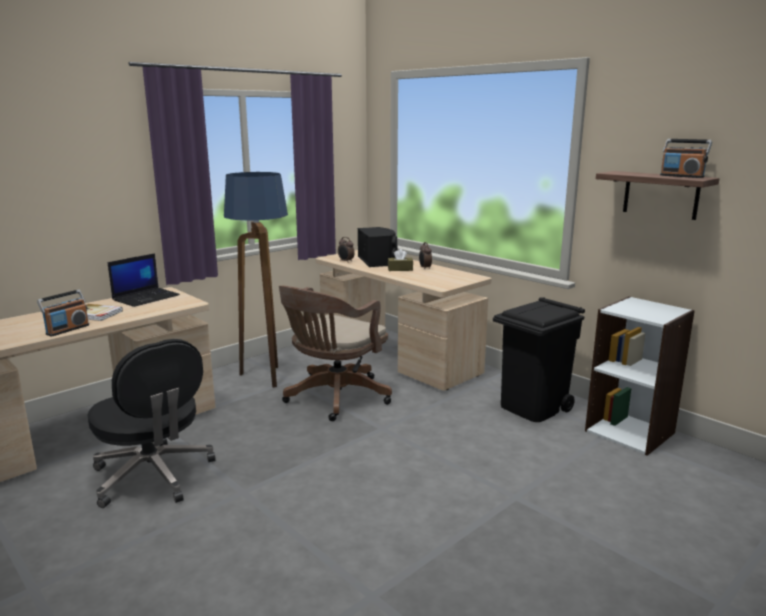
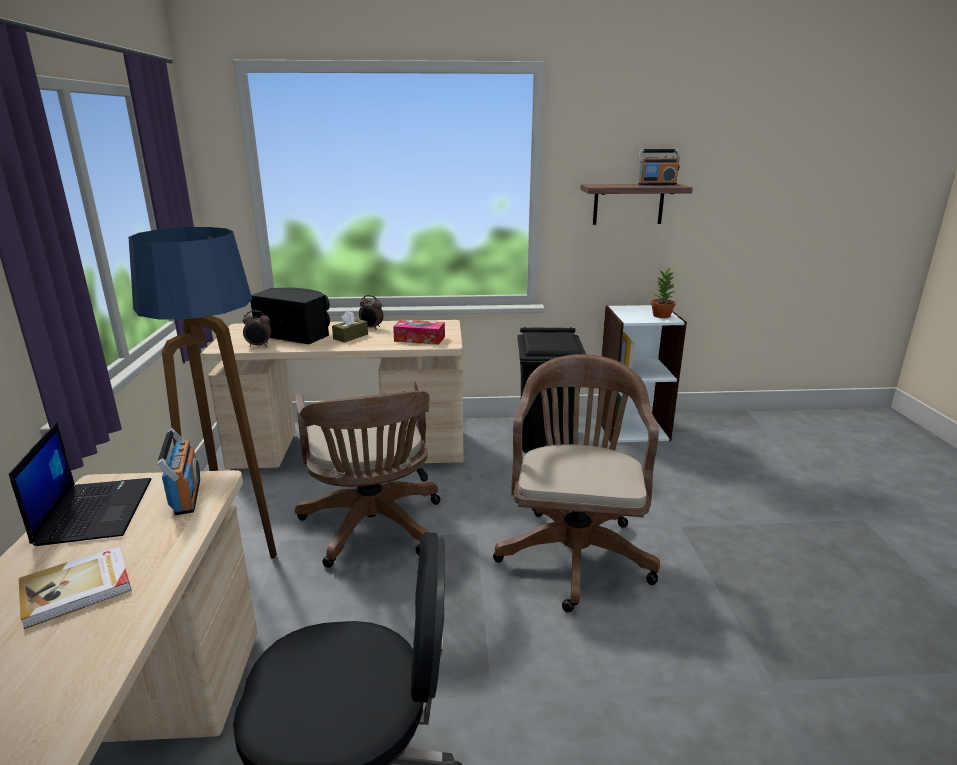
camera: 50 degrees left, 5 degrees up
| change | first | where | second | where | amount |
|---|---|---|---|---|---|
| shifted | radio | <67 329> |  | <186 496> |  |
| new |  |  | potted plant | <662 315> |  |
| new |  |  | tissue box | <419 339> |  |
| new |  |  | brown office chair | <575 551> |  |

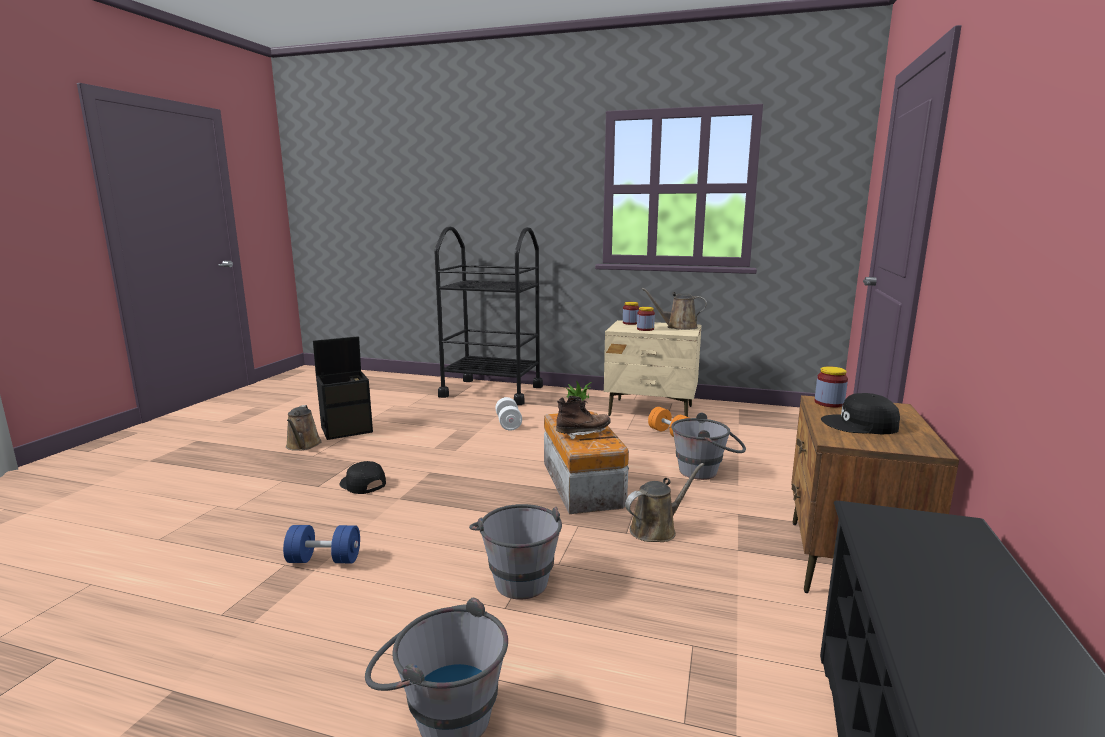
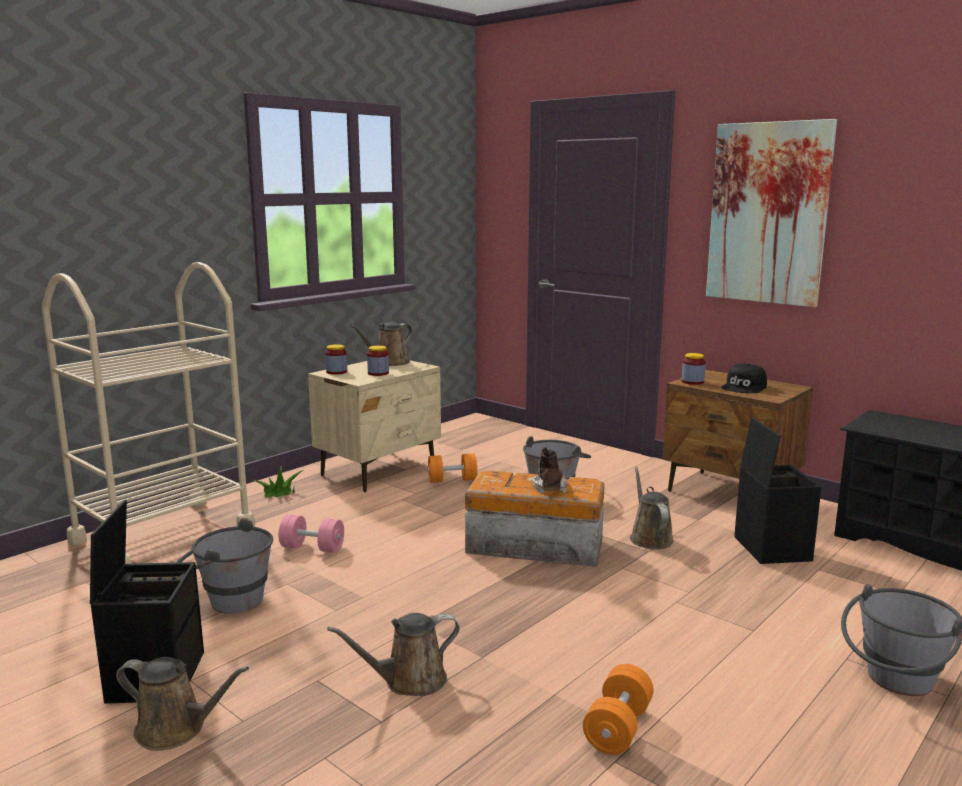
camera: 65 degrees left, 0 degrees up
| change | first | where | second | where | amount |
|---|---|---|---|---|---|
| repainted | black cart | <492 391> | beige cart | <163 535> |  |
| repainted | white dumbbell | <508 423> | pink dumbbell | <312 548> |  |
| swapped | black cap | <362 484> | brown watering can | <409 681> |  |
| shifted | grey bucket | <518 576> |  | <226 600> |  |
| repainted | blue dumbbell | <324 560> | orange dumbbell | <618 728> |  |
| new |  |  | picture | <768 213> |  |
| new |  |  | black storage box | <770 548> |  |

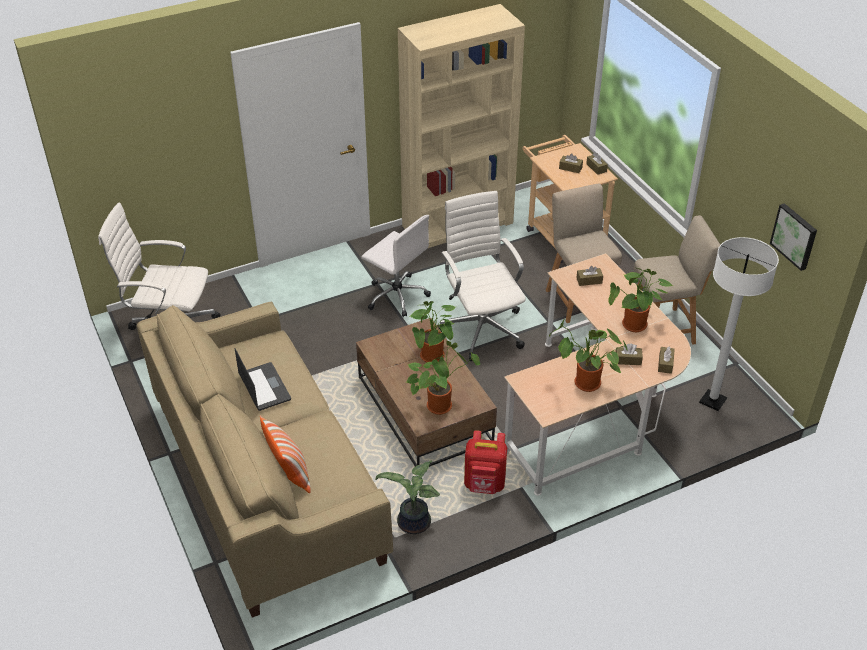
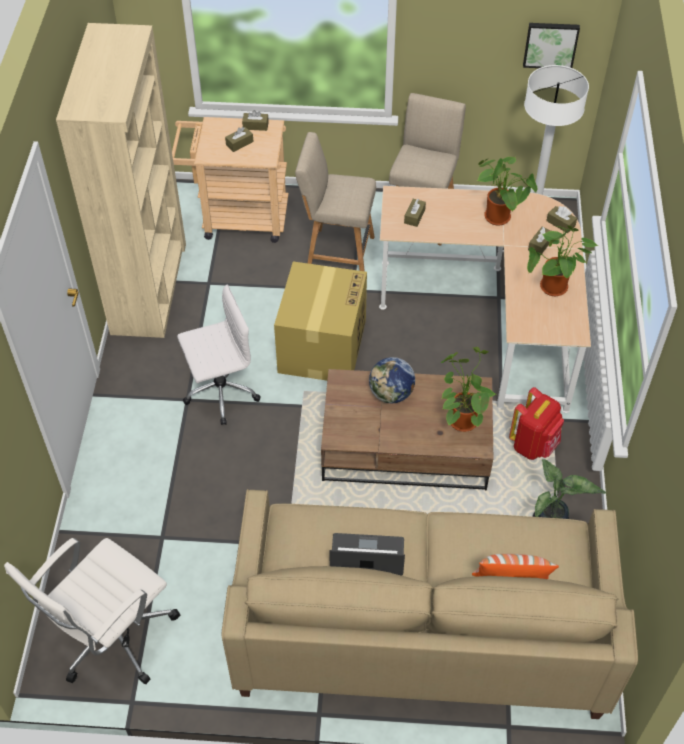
camera: 60 degrees left, 10 degrees up
| change | first | where | second | where | amount |
|---|---|---|---|---|---|
| swapped | white office chair | <481 327> | cardboard box | <322 345> |  |
| swapped | potted plant | <433 358> | globe | <391 394> |  |

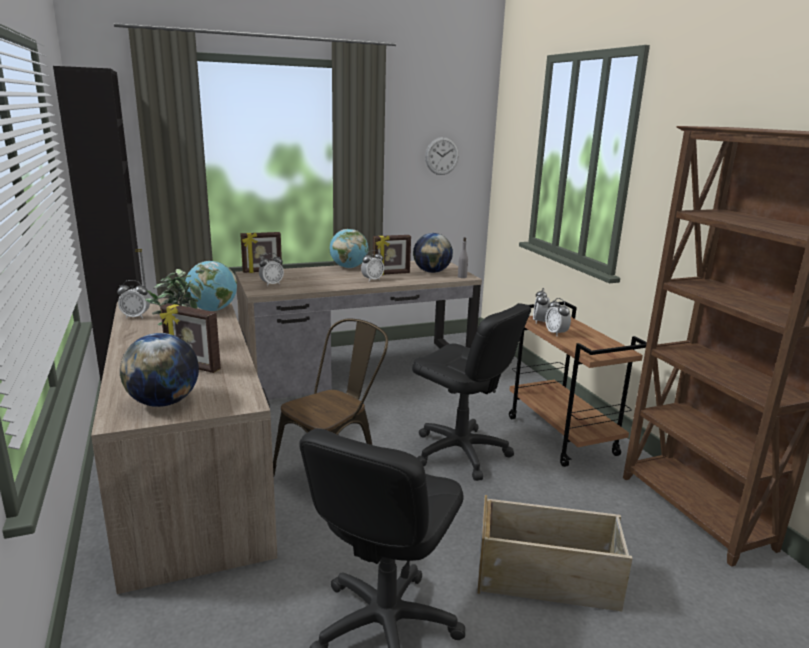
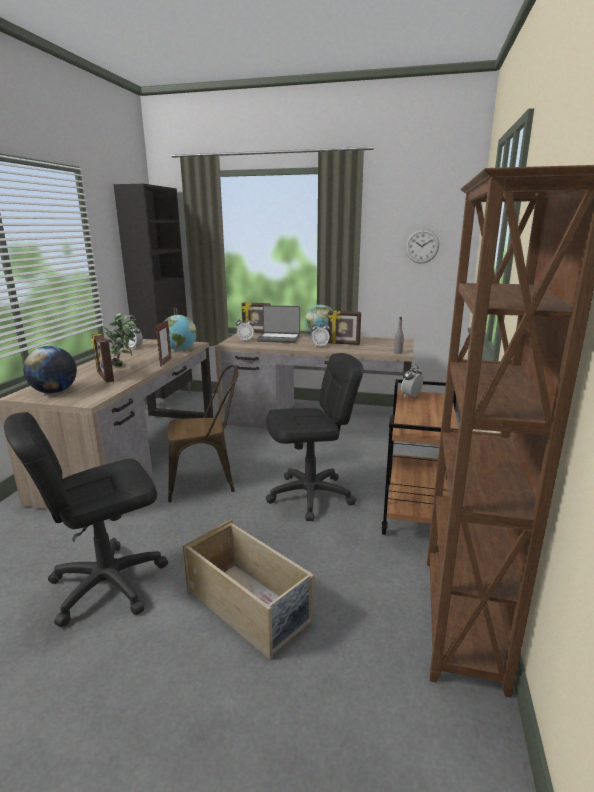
camera: 35 degrees right, 0 degrees up
| change | first | where | second | where | amount |
|---|---|---|---|---|---|
| gone | globe | <432 272> |  |  |  |
| gone | alarm clock | <556 333> |  |  |  |
| rotated | black office chair | <460 452> |  | <311 496> | 90 degrees counterclockwise |
| new |  |  | laptop | <279 339> |  |
| new |  |  | picture frame | <165 363> |  |

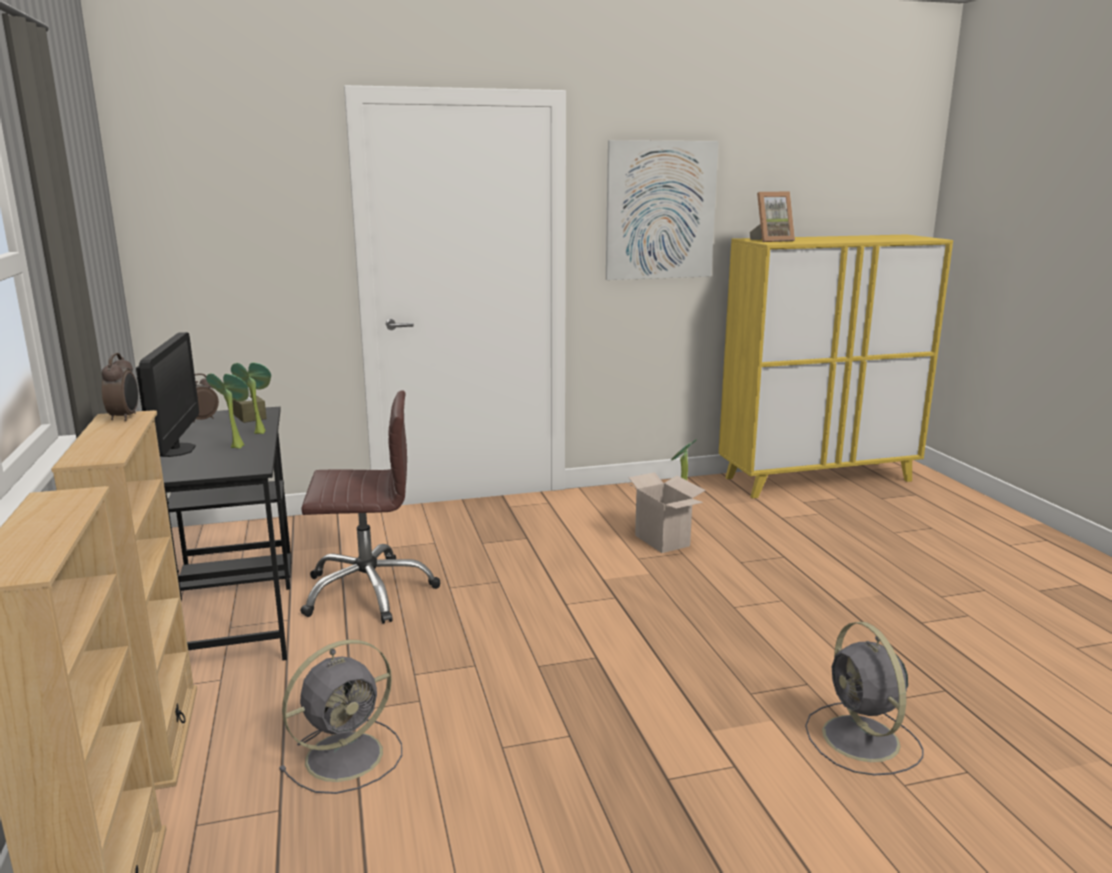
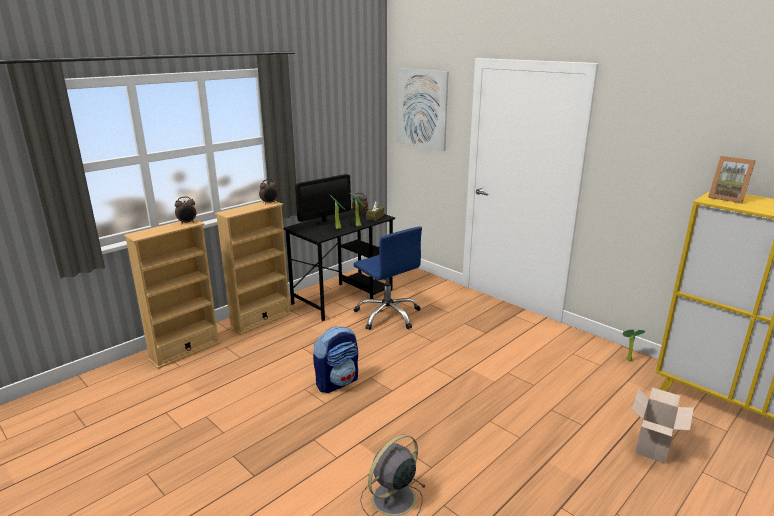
camera: 60 degrees right, 5 degrees up
| change | first | where | second | where | amount |
|---|---|---|---|---|---|
| shifted | picture | <660 210> |  | <421 109> |  |
| repainted | brown office chair | <368 591> | blue office chair | <388 315> |  |
| shifted | cardboard box | <664 541> |  | <654 448> |  |
| gone | grey fan | <347 755> |  |  |  |
| new |  |  | alarm clock | <187 223> |  |
| new |  |  | backpack | <337 382> |  |

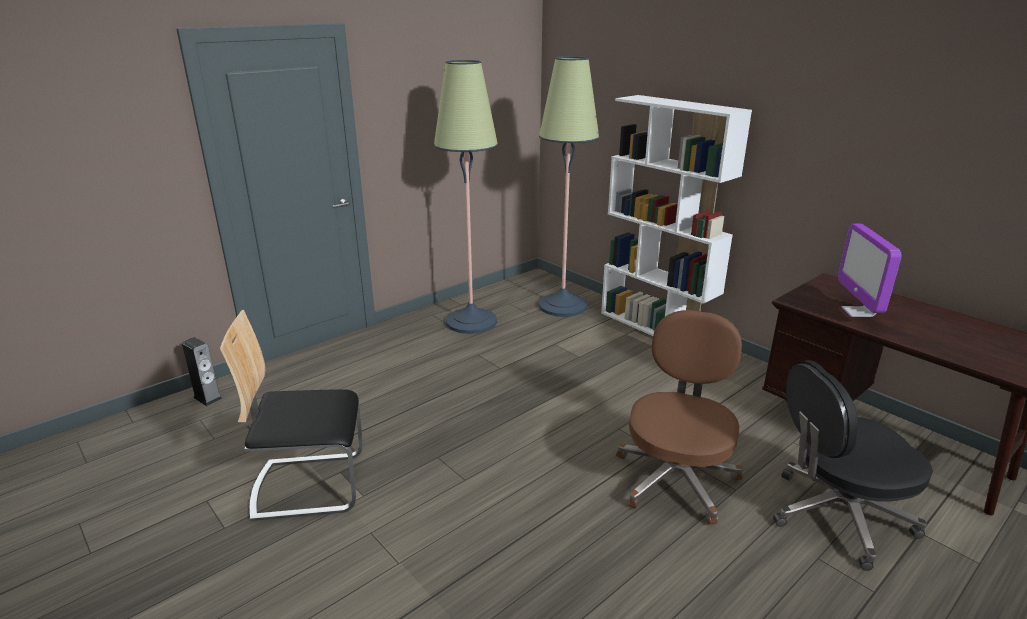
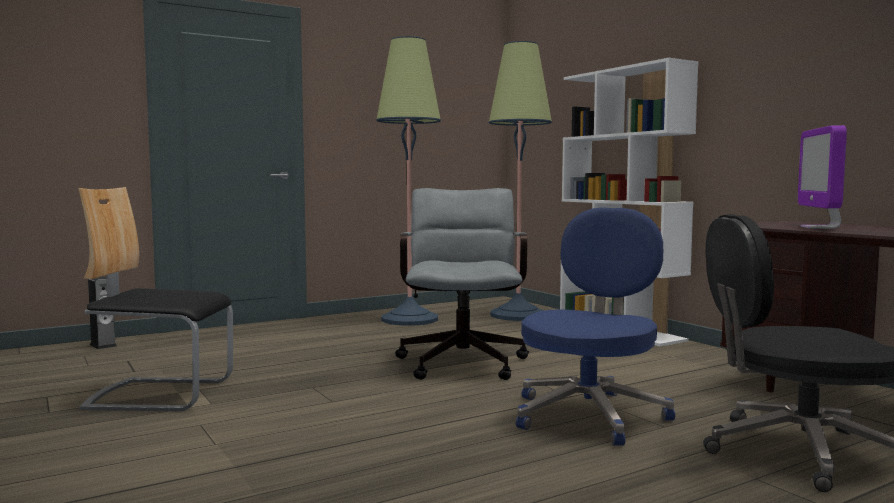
camera: 10 degrees right, 20 degrees down
| change | first | where | second | where | amount |
|---|---|---|---|---|---|
| repainted | brown office chair | <676 477> | blue office chair | <590 414> |  |
| new |  |  | grey office chair | <463 361> |  |

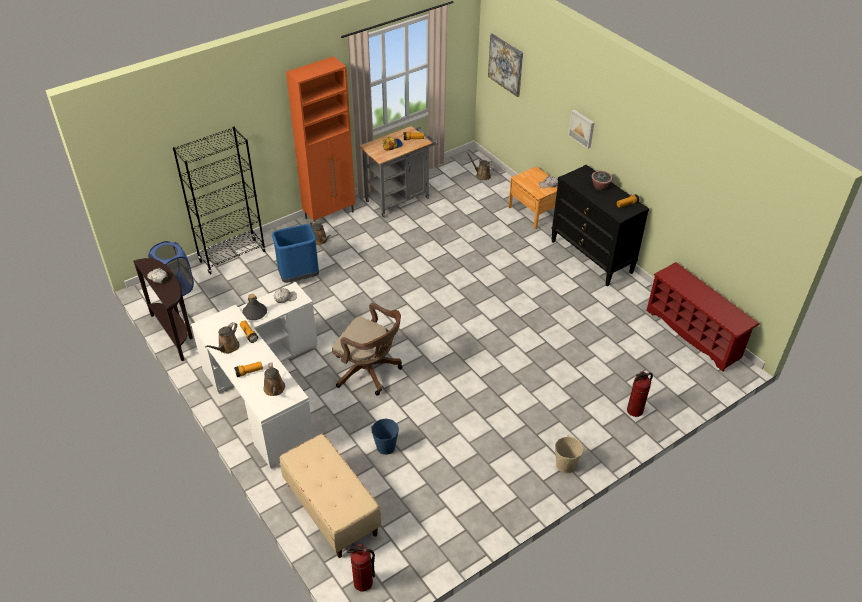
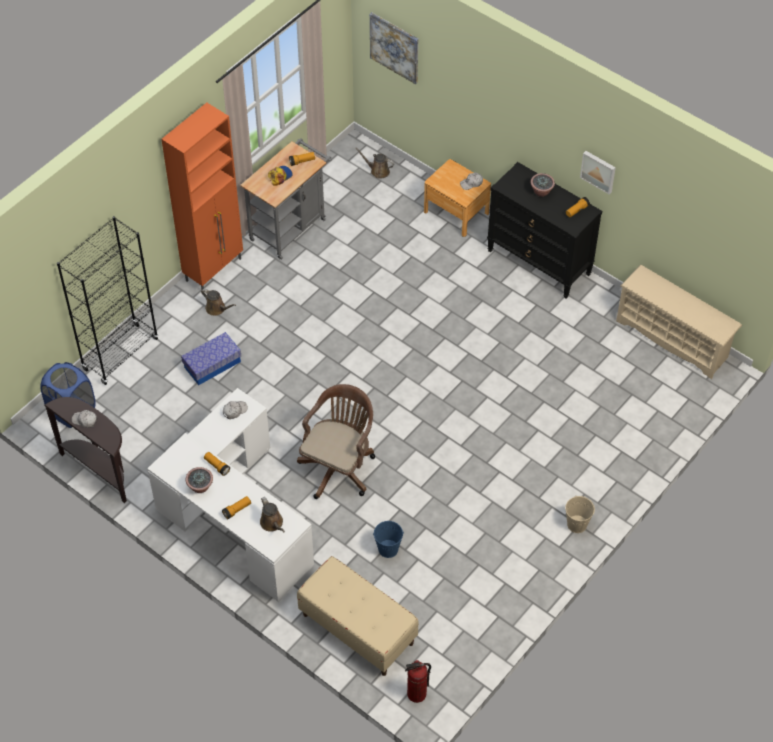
camera: 15 degrees left, 10 degrees up
| change | first | where | second | where | amount |
|---|---|---|---|---|---|
| shifted | picture | <582 128> |  | <598 171> |  |
| swapped | blue trash can | <299 277> | storage box | <212 364> |  |
| repainted | red shoe rack | <694 334> | beige shoe rack | <673 339> |  |
| gone | grey bottle | <254 313> |  |  |  |
| rotated | brown office chair | <369 371> |  | <339 466> | 75 degrees counterclockwise |
| swapped | brown watering can | <227 347> | potted plant | <200 487> |  |
| gone | fire extinguisher | <635 410> |  |  |  |

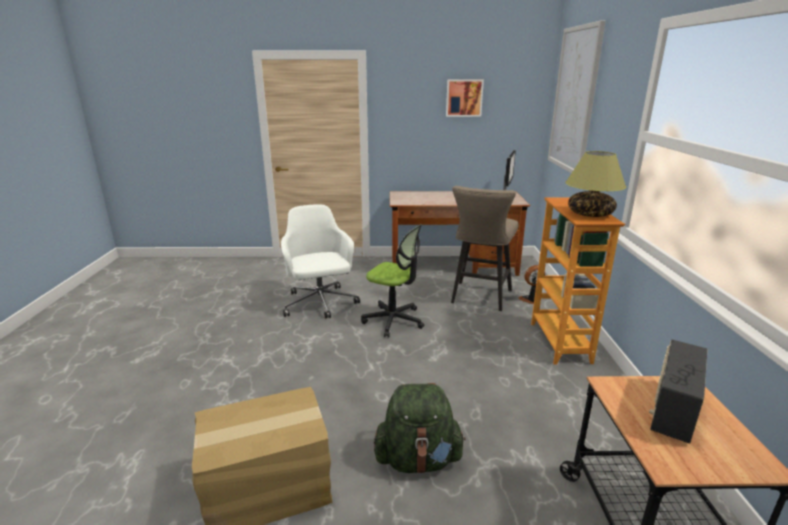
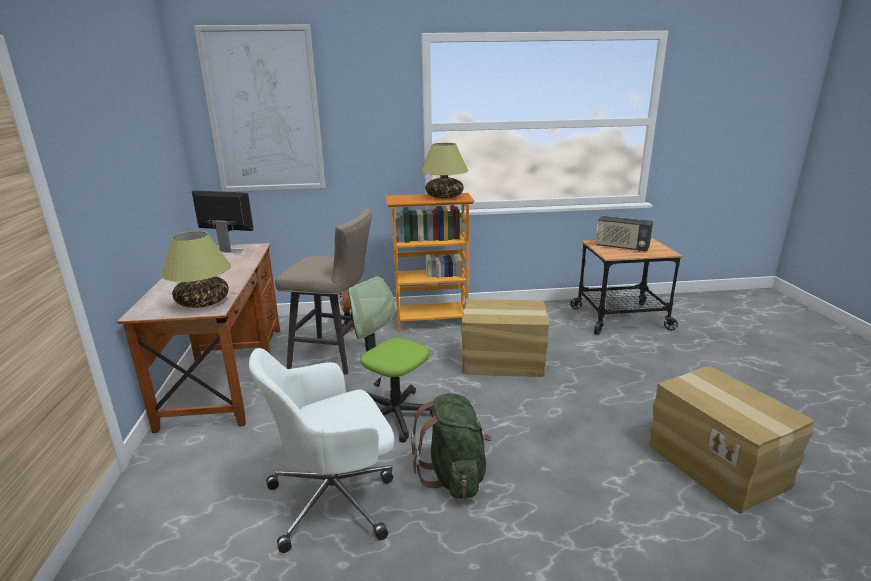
camera: 95 degrees left, 0 degrees up
| change | first | where | second | where | amount |
|---|---|---|---|---|---|
| gone | picture | <464 98> |  |  |  |
| rotated | office chair | <393 320> |  | <394 415> | 75 degrees counterclockwise |
| shifted | green backpack | <418 460> |  | <454 475> |  |
| new |  |  | table lamp | <202 302> |  |
| new |  |  | cardboard box | <502 361> |  |

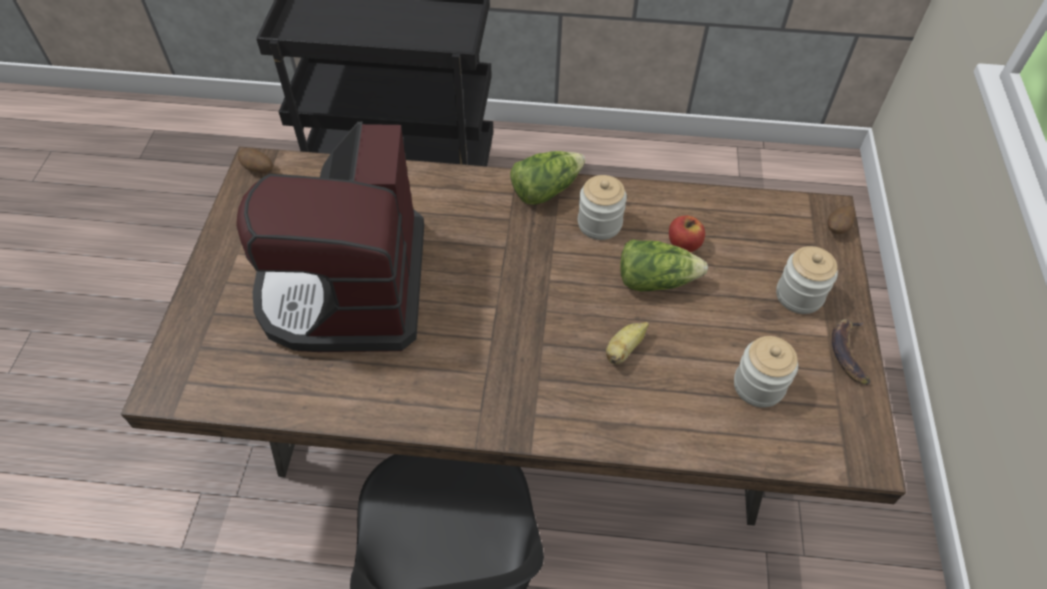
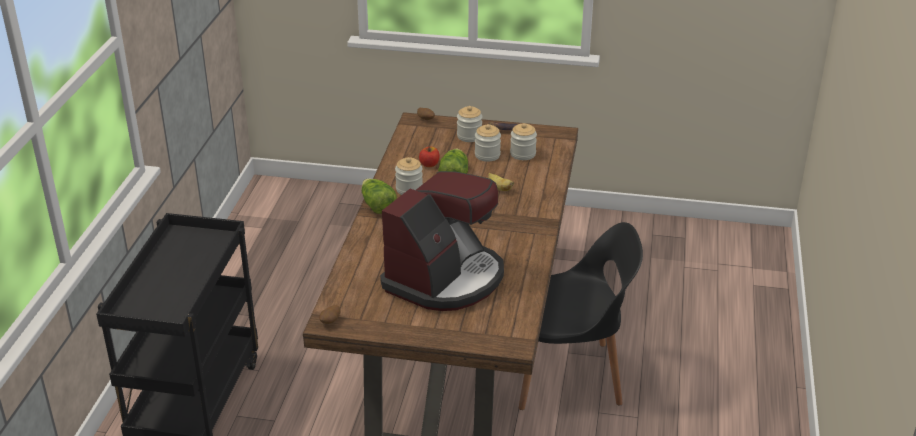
camera: 85 degrees left, 20 degrees down
| change | first | where | second | where | amount |
|---|---|---|---|---|---|
| rotated | coffee machine | <347 288> |  | <445 278> | 60 degrees counterclockwise |
| new |  |  | jar | <487 155> |  |

